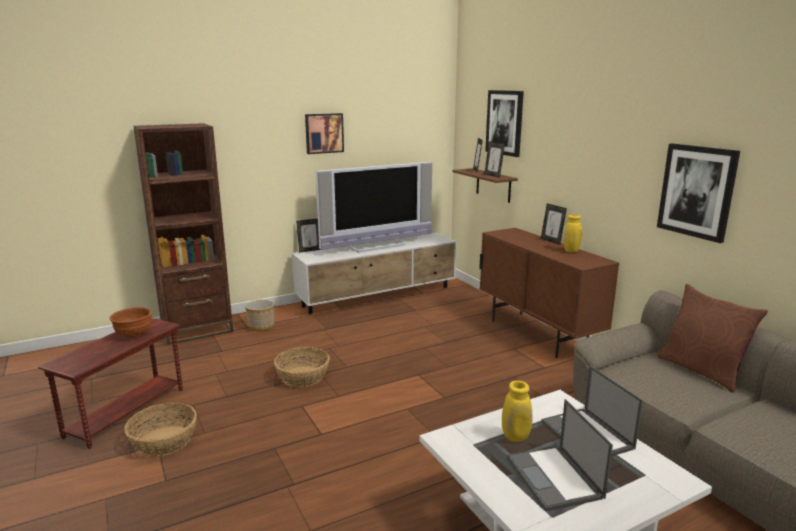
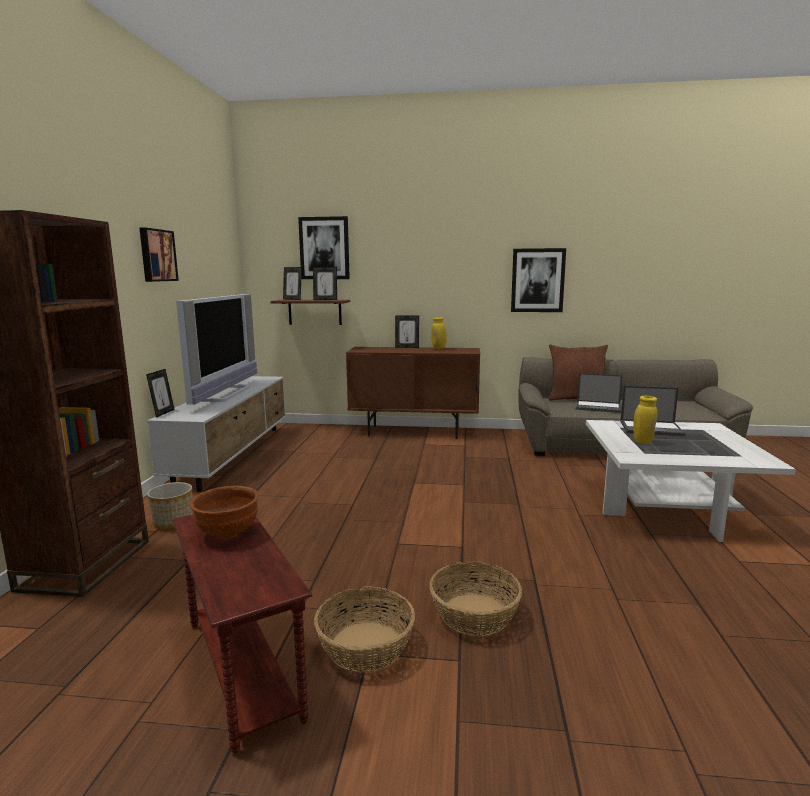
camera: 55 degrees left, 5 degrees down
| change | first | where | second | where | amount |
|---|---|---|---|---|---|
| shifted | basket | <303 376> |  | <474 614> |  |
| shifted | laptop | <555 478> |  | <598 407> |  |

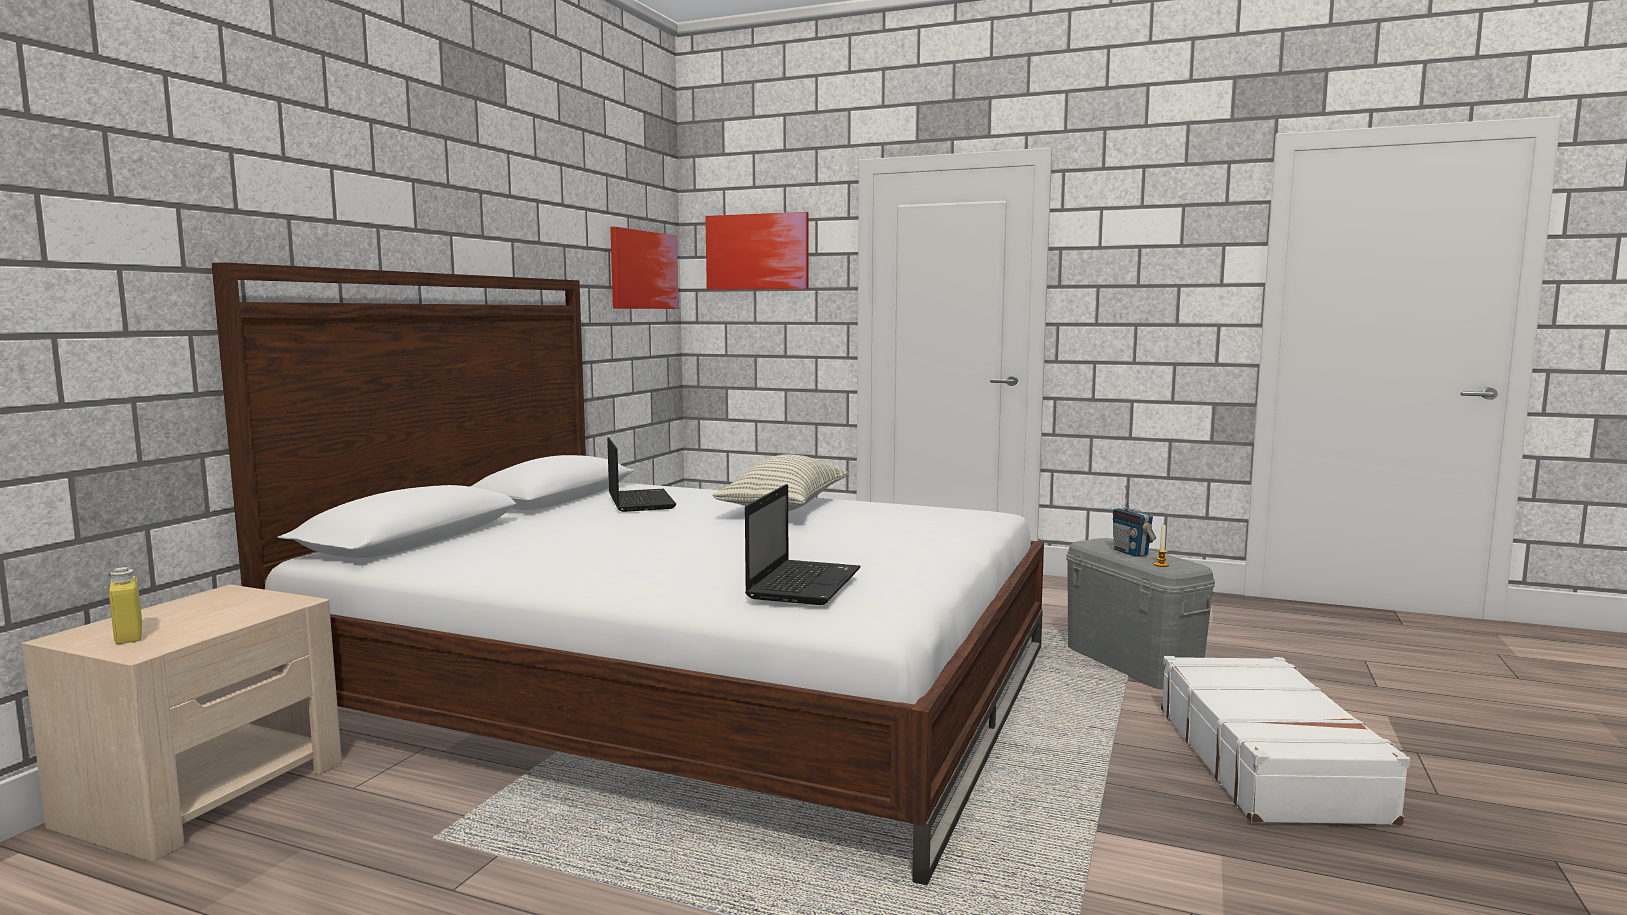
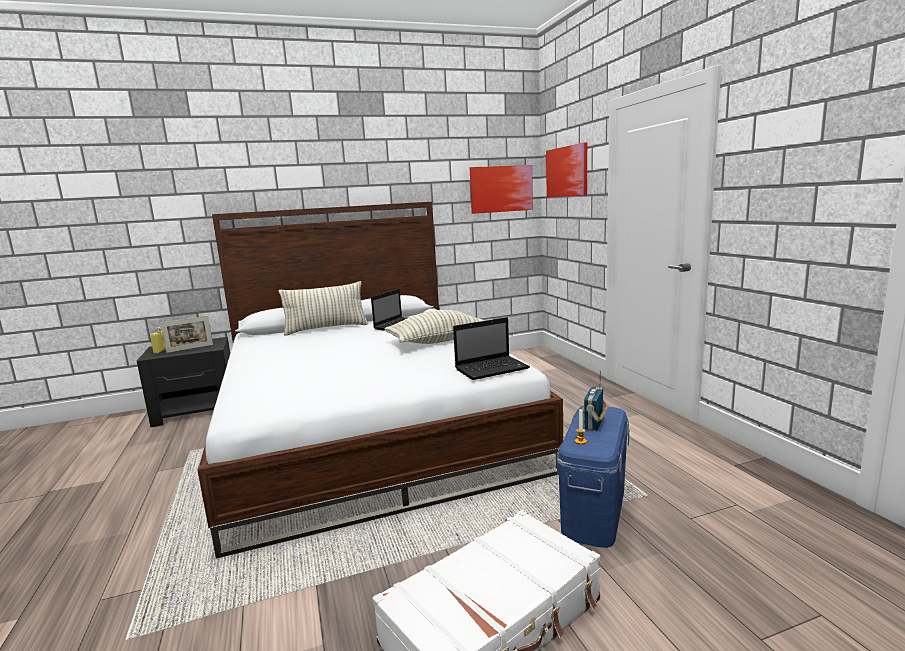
camera: 50 degrees right, 5 degrees up
| change | first | where | second | where | amount |
|---|---|---|---|---|---|
| shifted | laptop | <804 583> |  | <493 368> |  |
| repainted | grey storage box | <1132 662> | blue storage box | <594 510> |  |
| repainted | beige nightstand | <206 792> | black nightstand | <197 410> |  |
| new |  |  | pillow | <326 329> |  |
| new |  |  | picture frame | <190 348> |  |

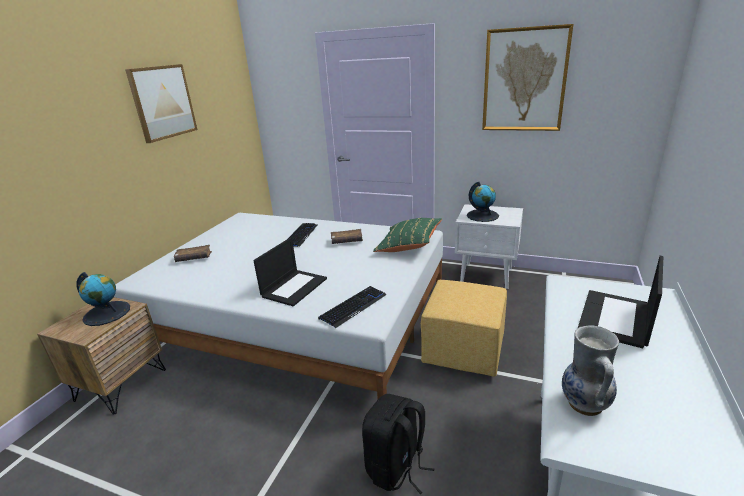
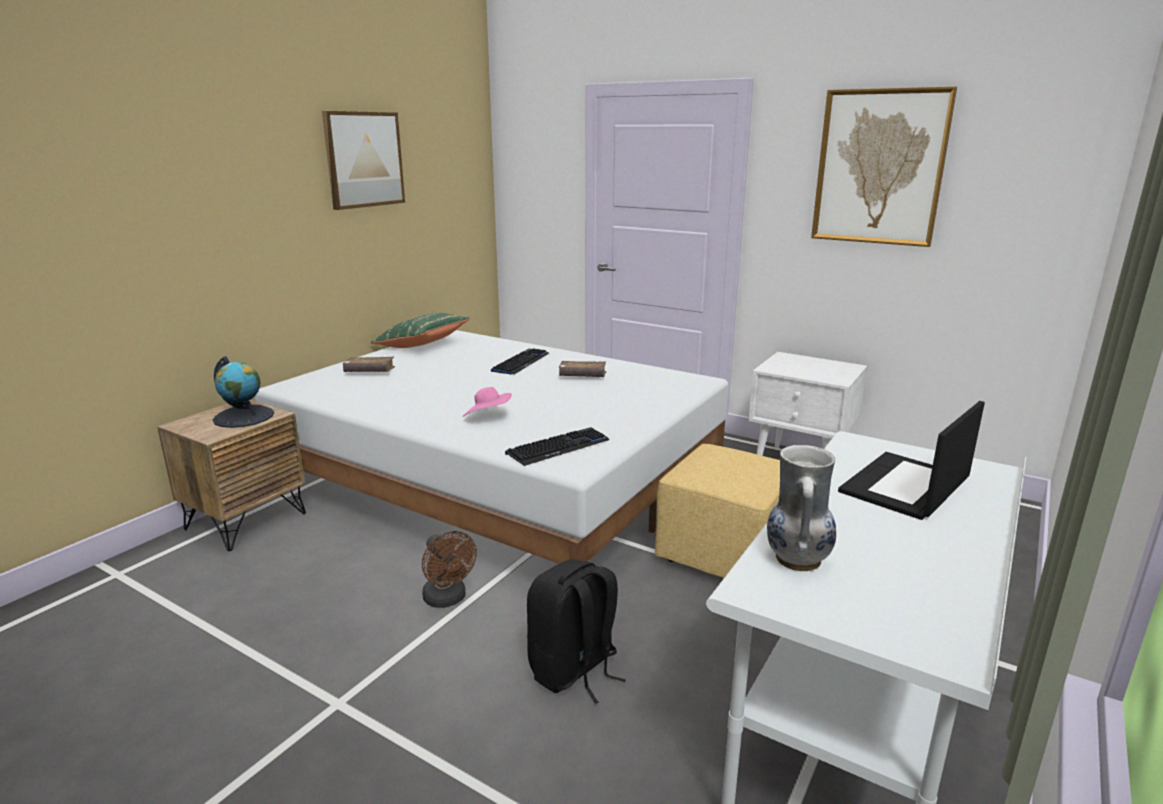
camera: 10 degrees right, 5 degrees down
| change | first | where | second | where | amount |
|---|---|---|---|---|---|
| gone | globe | <482 215> |  |  |  |
| shifted | green pillow | <408 246> |  | <422 345> |  |
| swapped | laptop | <294 287> | pink hat | <488 417> |  |
| new |  |  | brown fan | <448 599> |  |

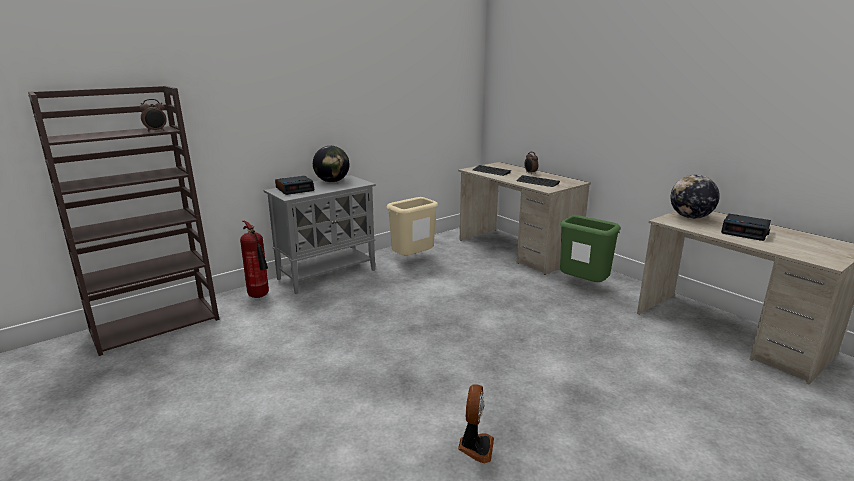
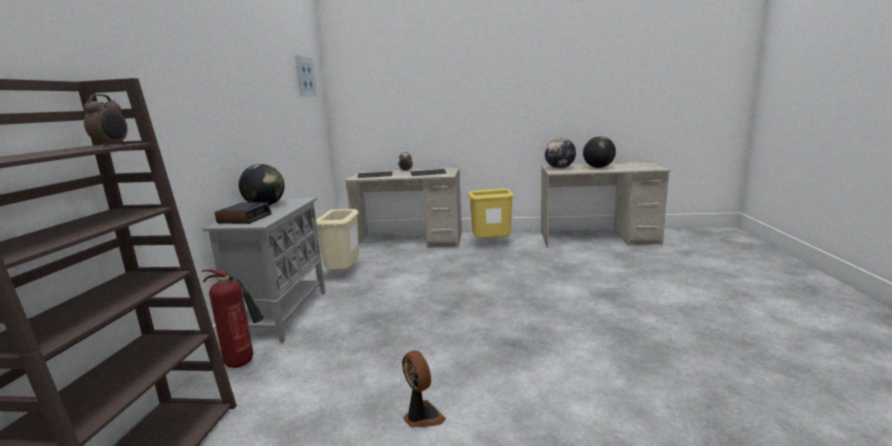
camera: 45 degrees left, 5 degrees down
| change | first | where | second | where | amount |
|---|---|---|---|---|---|
| swapped | alarm clock | <745 232> | globe | <598 167> |  |
| repainted | green trash can | <583 286> | yellow trash can | <491 244> |  |
| shifted | fan | <475 447> |  | <421 416> |  |
| new |  |  | picture | <305 76> |  |

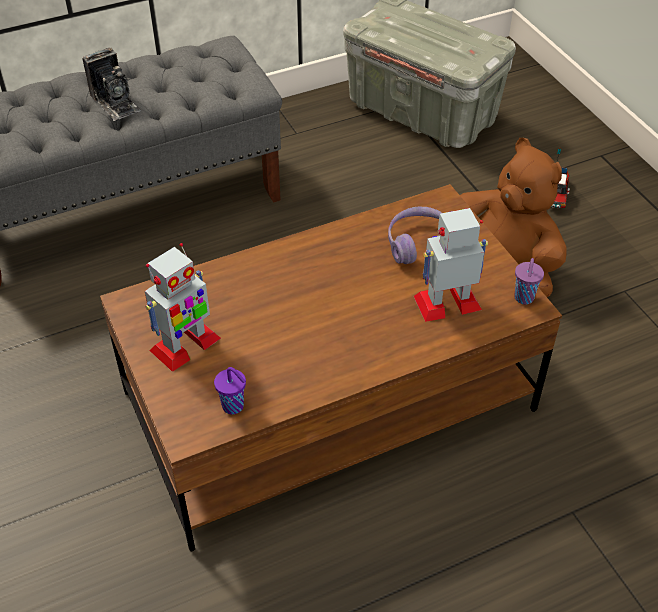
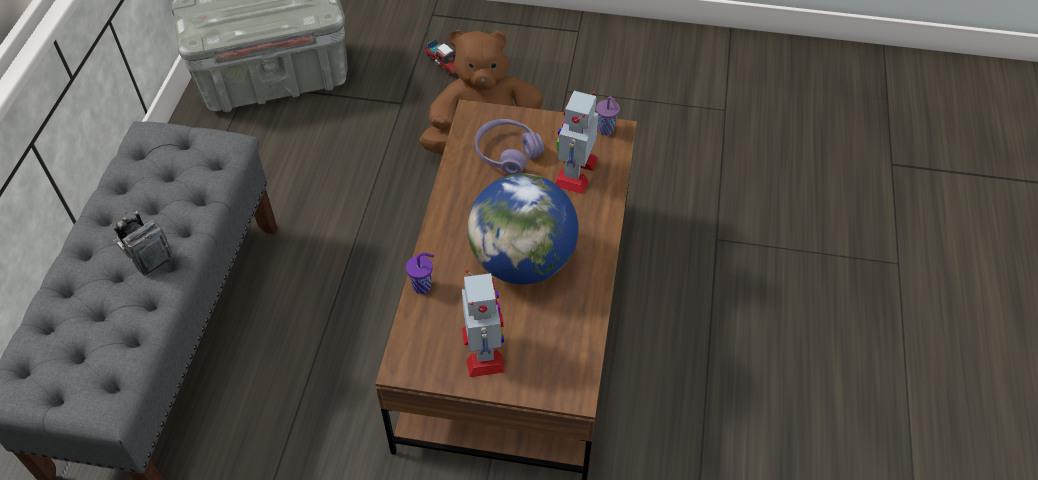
camera: 55 degrees left, 5 degrees up
| change | first | where | second | where | amount |
|---|---|---|---|---|---|
| rotated | photo camera | <115 102> |  | <144 250> | 135 degrees counterclockwise |
| shifted | purple cup | <234 407> |  | <423 286> |  |
| new |  |  | globe | <522 261> |  |

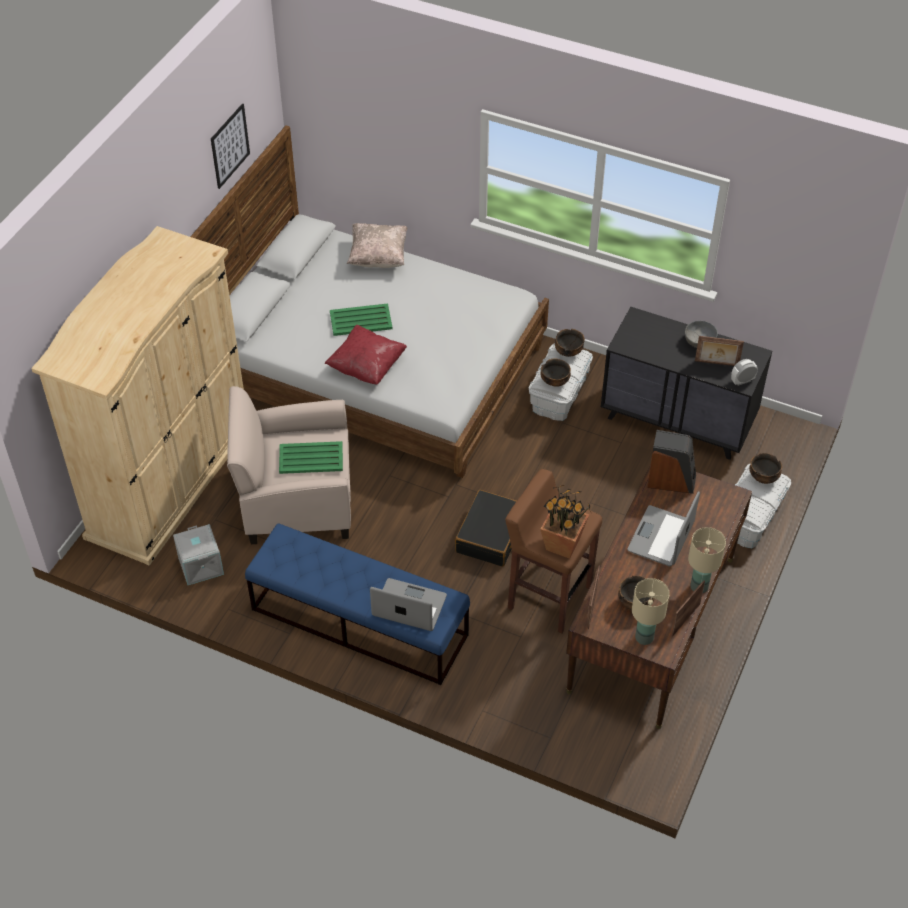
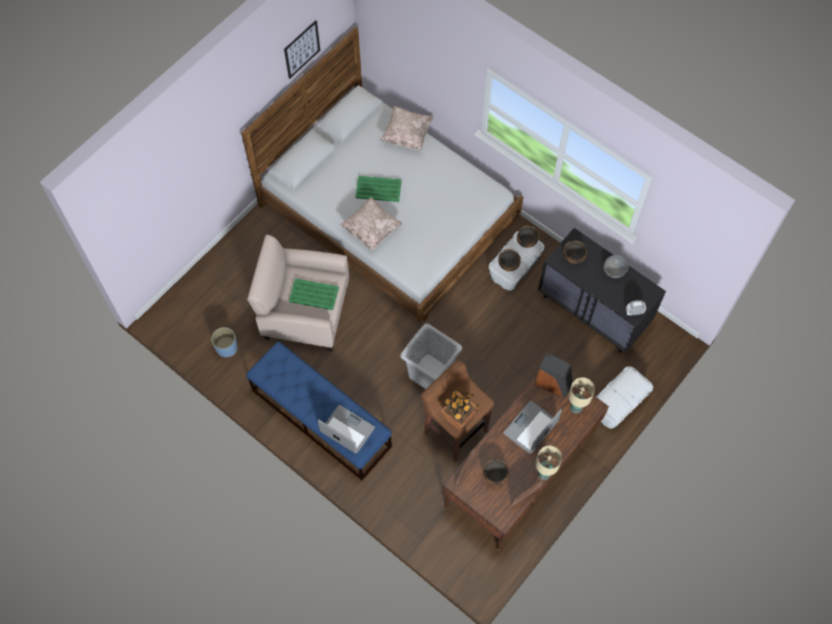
camera: 15 degrees right, 15 degrees up
| change | first | where | second | where | amount |
|---|---|---|---|---|---|
| gone | beige wardrobe | <170 479> |  |  |  |
| repainted | red pillow | <367 366> | beige pillow | <371 230> |  |
| gone | picture frame | <716 364> |  |  |  |
| shifted | bowl | <763 478> |  | <573 257> |  |
| swapped | black suitcase | <491 535> | grey laundry basket | <430 373> |  |
| swapped | grey storage box | <200 565> | blue planter | <226 347> |  |
| shifted | beige table lamp | <644 637> |  | <576 407> |  |

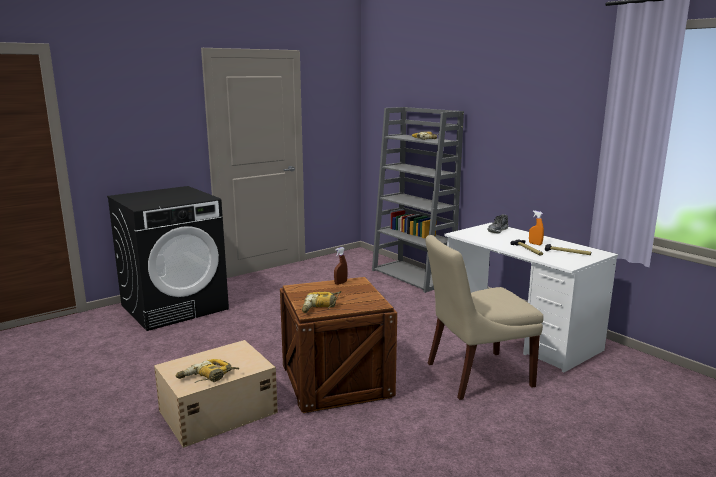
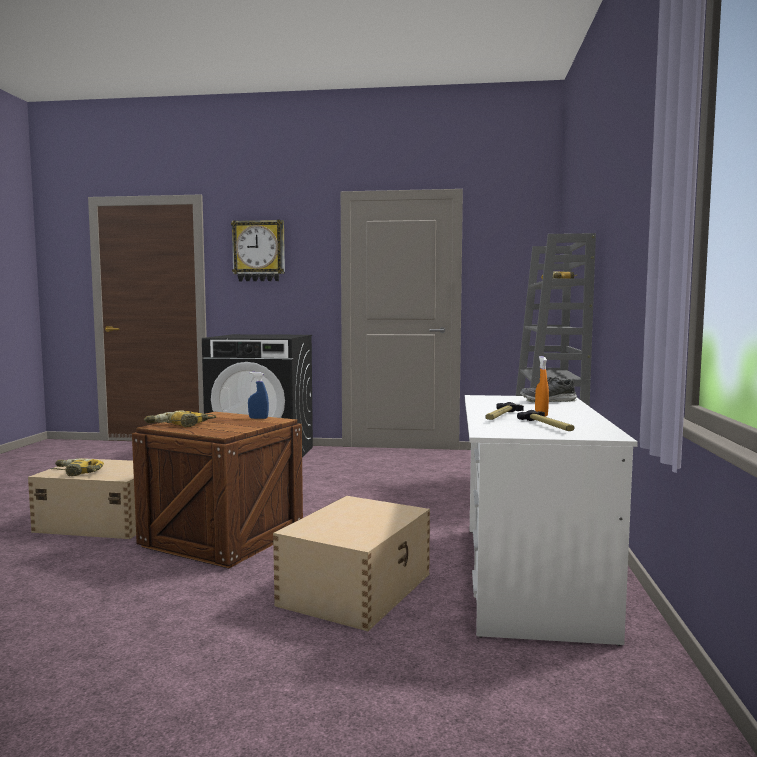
camera: 45 degrees right, 10 degrees down
| change | first | where | second | where | amount |
|---|---|---|---|---|---|
| swapped | beige chair | <475 375> | beige storage box | <357 588> |  |
| repainted | brown spray bottle | <340 283> | blue spray bottle | <258 418> |  |
| new |  |  | wall clock | <259 251> |  |

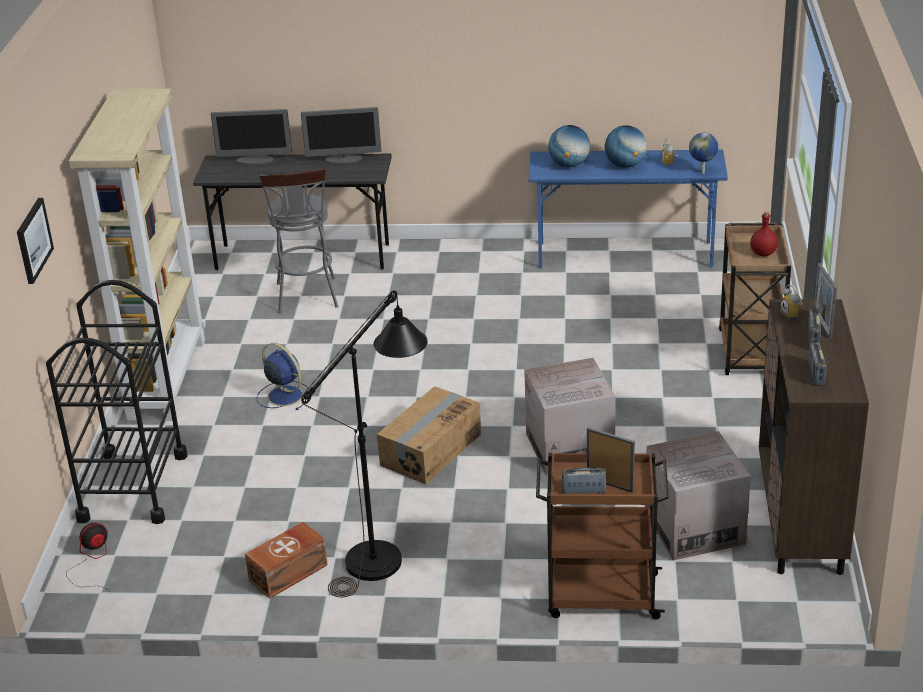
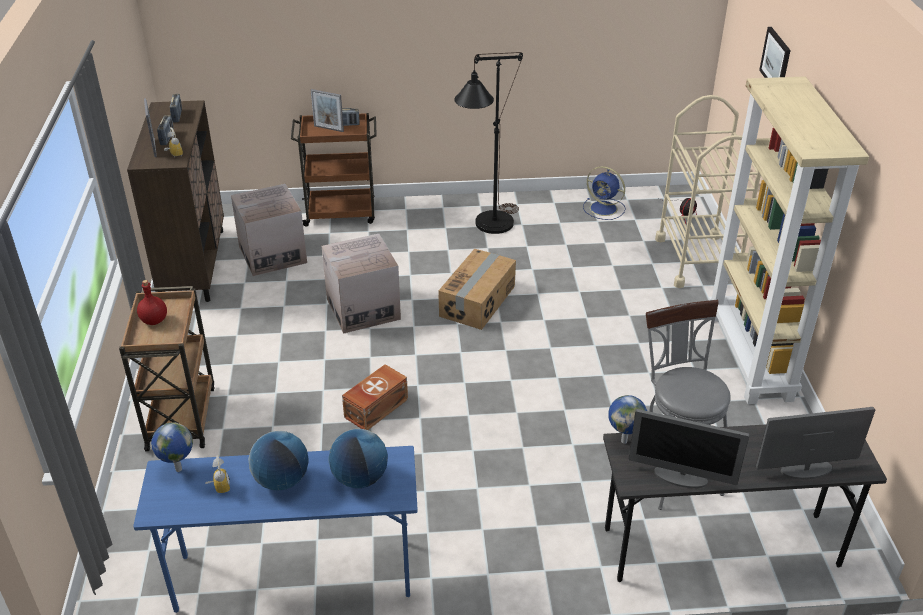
camera: 170 degrees right, 5 degrees up
| change | first | where | second | where | amount |
|---|---|---|---|---|---|
| rotated | monitor | <344 159> |  | <681 477> | 150 degrees counterclockwise |
| repainted | black cart | <133 487> | beige cart | <697 260> |  |
| shifted | blue fan | <284 395> |  | <604 209> |  |
| shifted | brown storage box | <290 573> |  | <375 408> |  |
| new |  |  | globe | <624 440> |  |

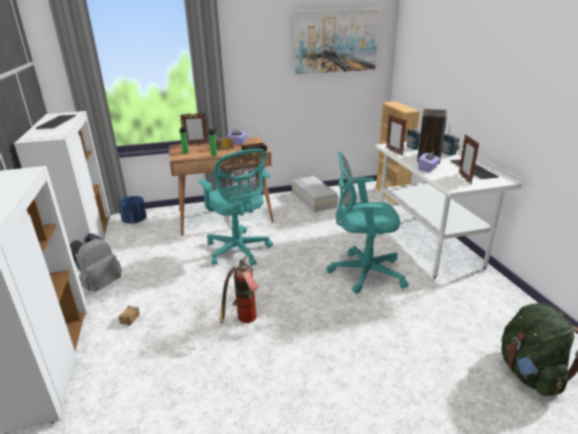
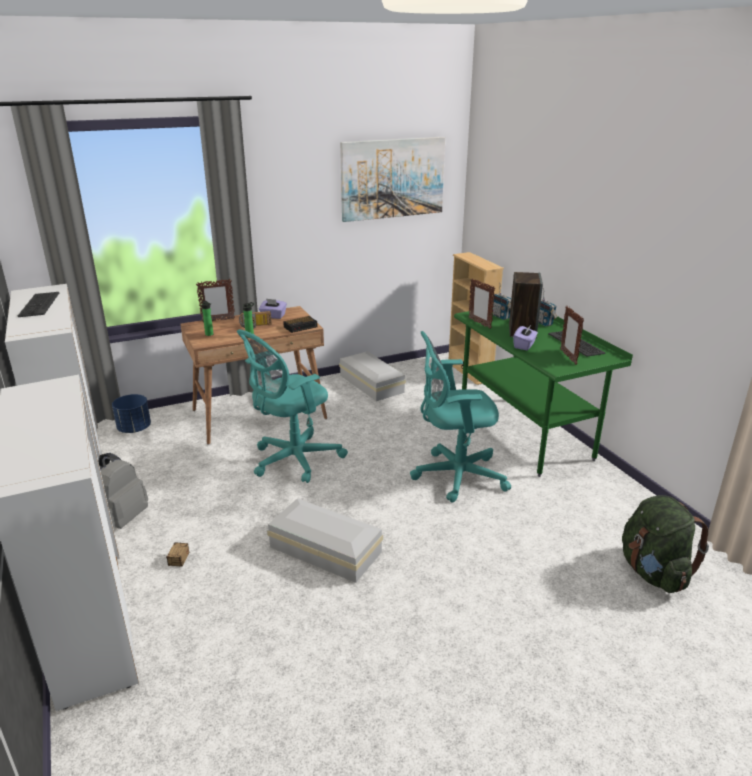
camera: 10 degrees left, 0 degrees up
| change | first | where | second | where | amount |
|---|---|---|---|---|---|
| repainted | white desk | <427 244> | green desk | <524 434> |  |
| rotated | turquoise office chair | <239 251> |  | <292 460> | 90 degrees clockwise |
| swapped | fire extinguisher | <243 321> | white storage box | <324 548> |  |

